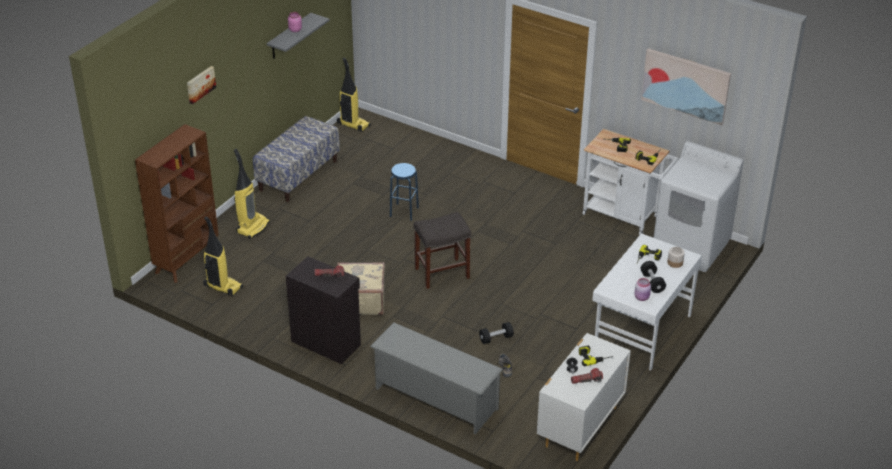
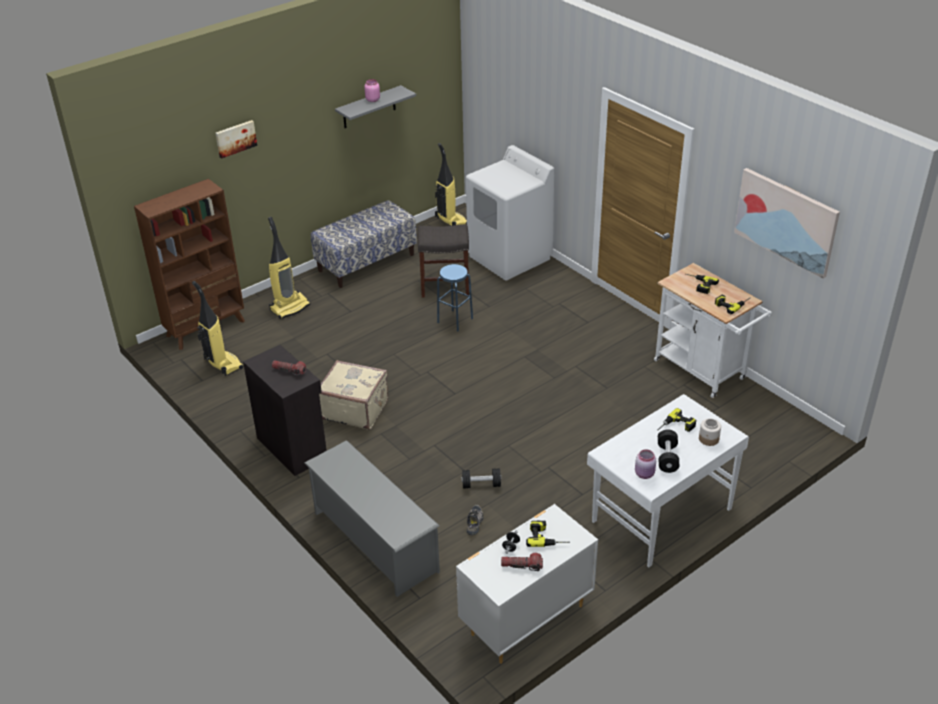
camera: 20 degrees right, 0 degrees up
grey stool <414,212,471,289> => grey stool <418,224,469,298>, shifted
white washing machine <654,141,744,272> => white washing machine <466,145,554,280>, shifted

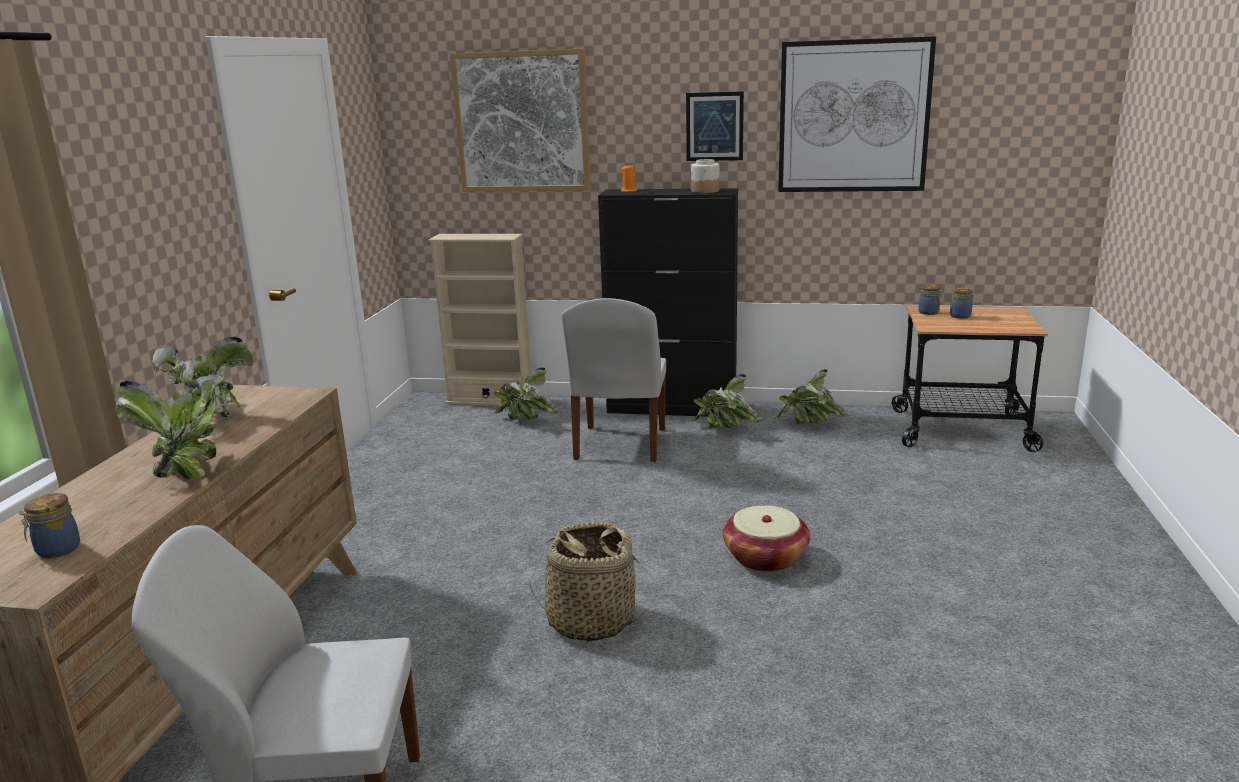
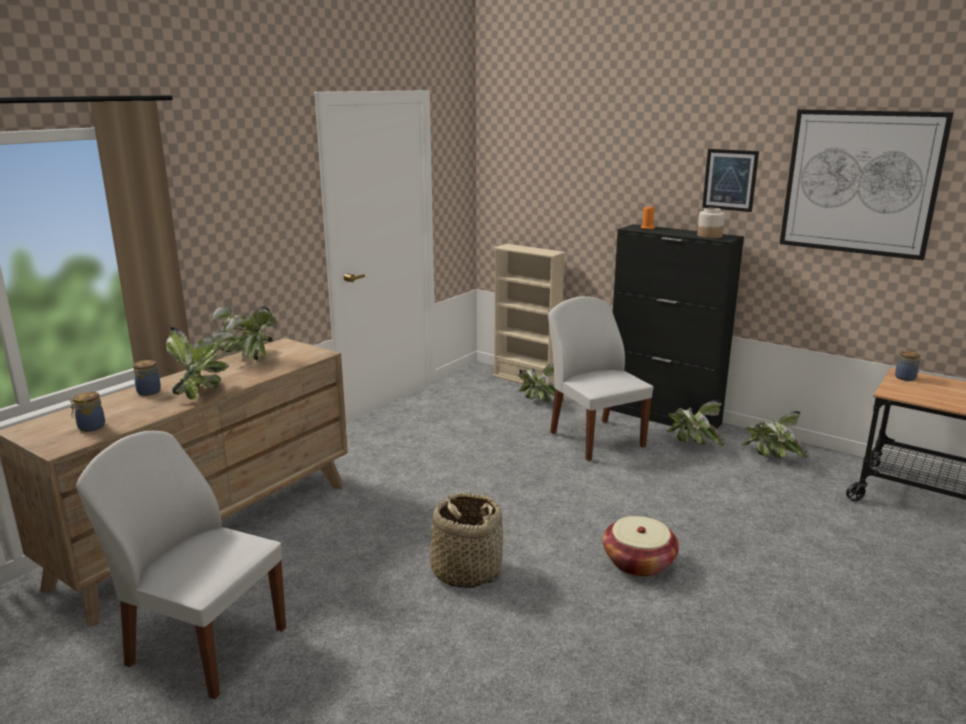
camera: 25 degrees right, 0 degrees up
picture <450,49,590,192> => nothing
jar <950,288,973,319> => jar <133,360,161,396>, shifted
white chair <562,298,666,462> => white chair <548,296,653,461>, 120 degrees clockwise

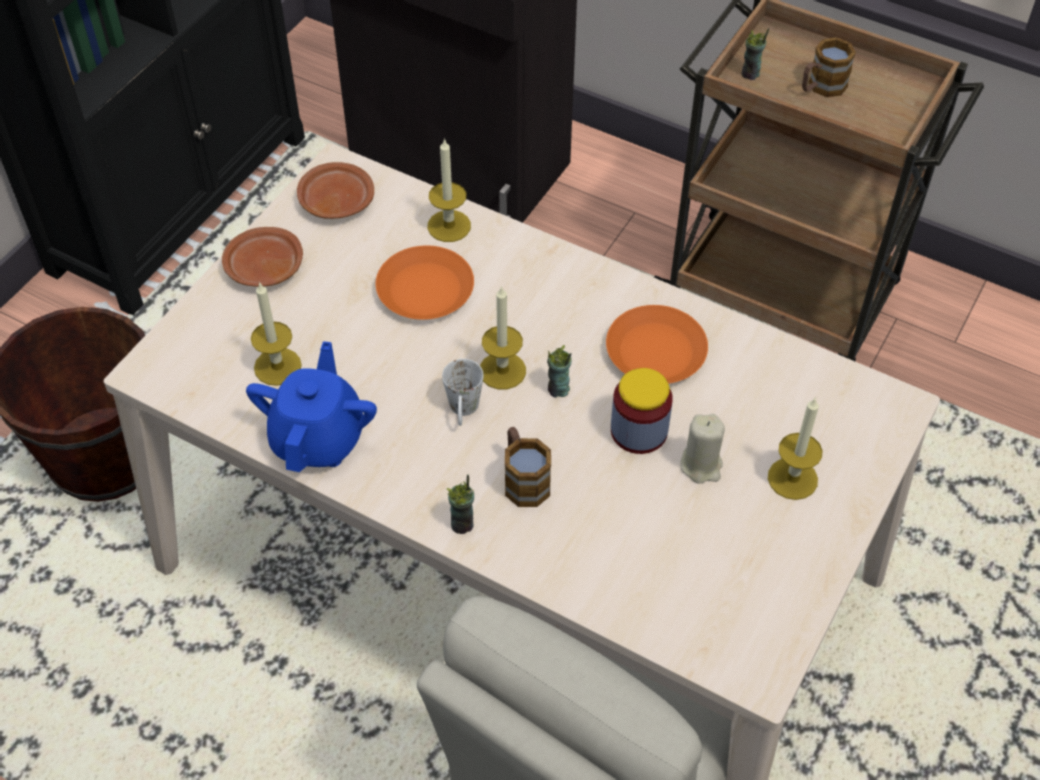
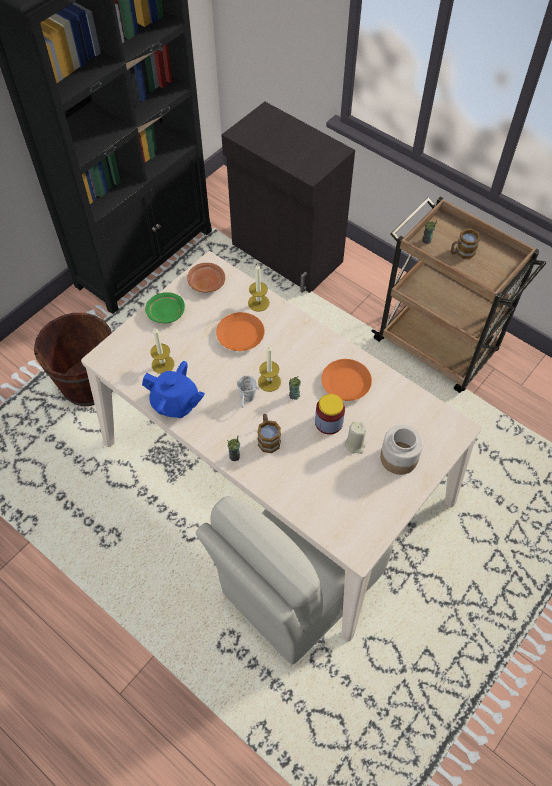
camera: 10 degrees right, 5 degrees up
candle <768,398,823,500> => jar <380,425,423,475>
brown plate <222,227,303,287> => green plate <145,292,185,323>
blue teapot <246,341,377,472> => blue teapot <142,361,205,418>, 90 degrees clockwise

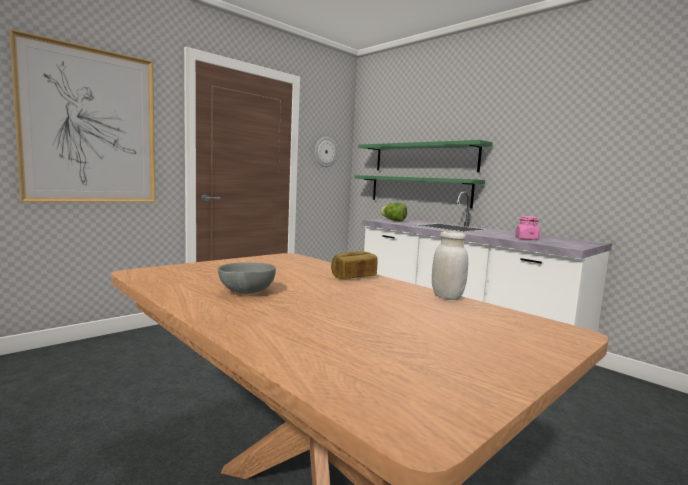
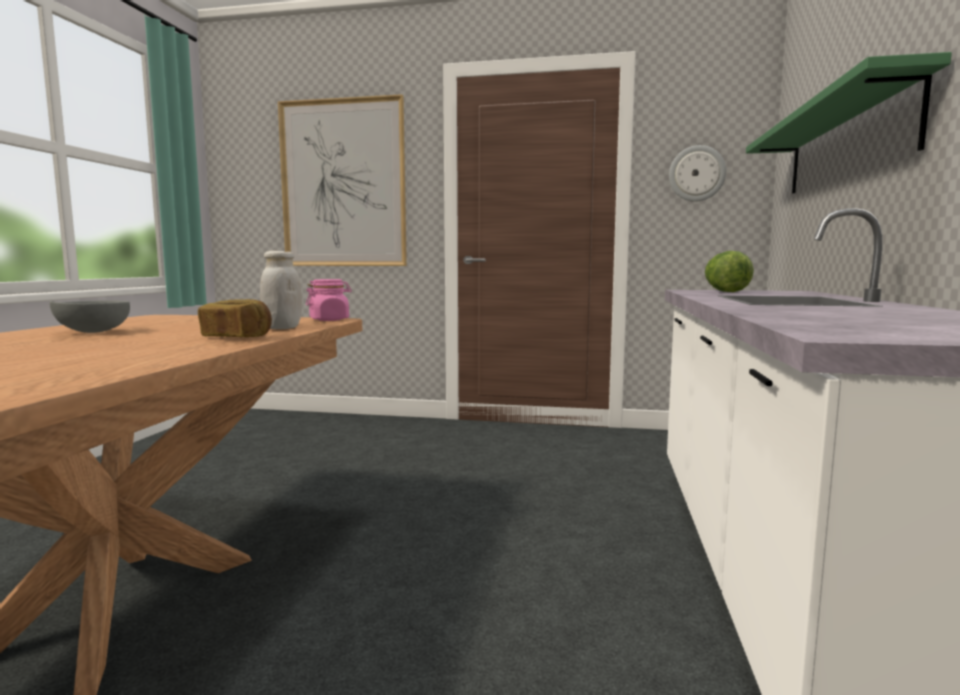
camera: 55 degrees right, 0 degrees up
green shelf <354,175,485,209> => nothing
white jar <432,231,468,300> => white jar <260,251,302,329>, shifted
pink jar <515,216,540,240> => pink jar <306,279,352,321>, shifted

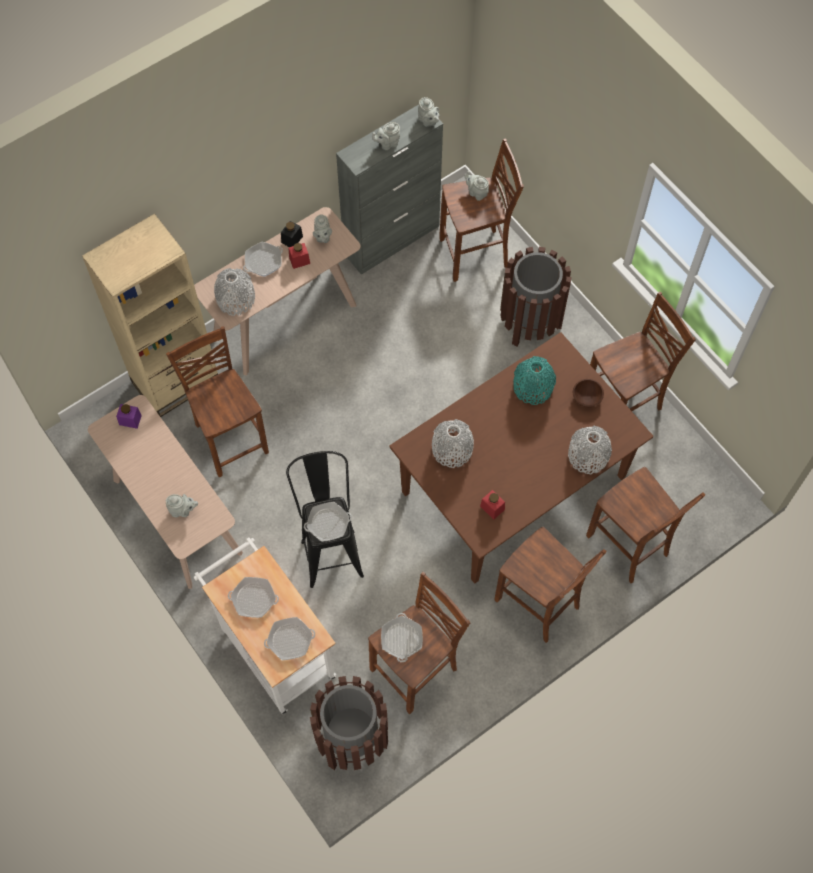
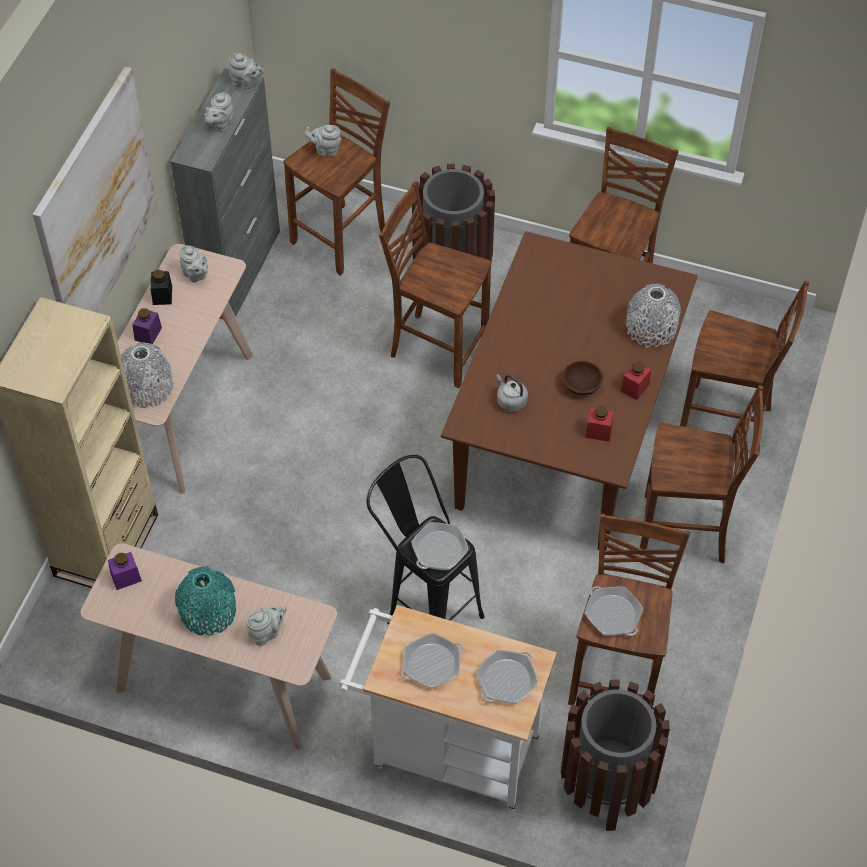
camera: 35 degrees left, 10 degrees down
nothing => picture <33,67,158,313>
brown chair <166,326,269,477> => brown chair <379,182,491,388>, shifted
red jar <289,243,310,269> => red jar <621,361,651,400>, shifted
turquoise vase <513,356,556,405> => turquoise vase <175,566,236,636>, shifted
brown bowl <573,379,604,407> => brown bowl <562,361,603,395>, shifted
frying pan <243,242,283,277> => purple jar <132,308,162,344>
grey vase <432,419,474,468> => grey kettle <496,374,528,412>

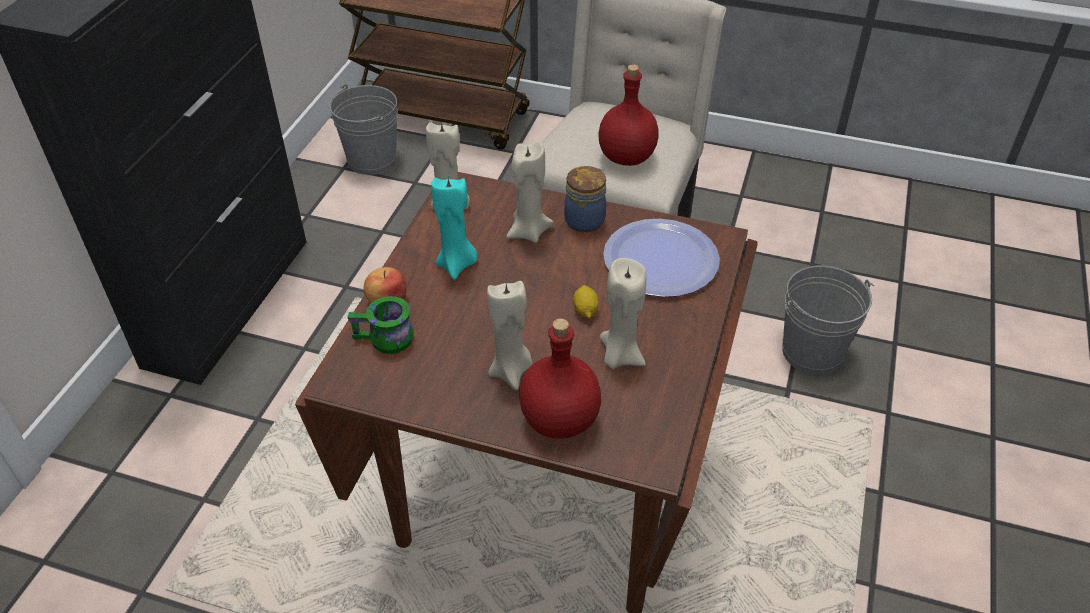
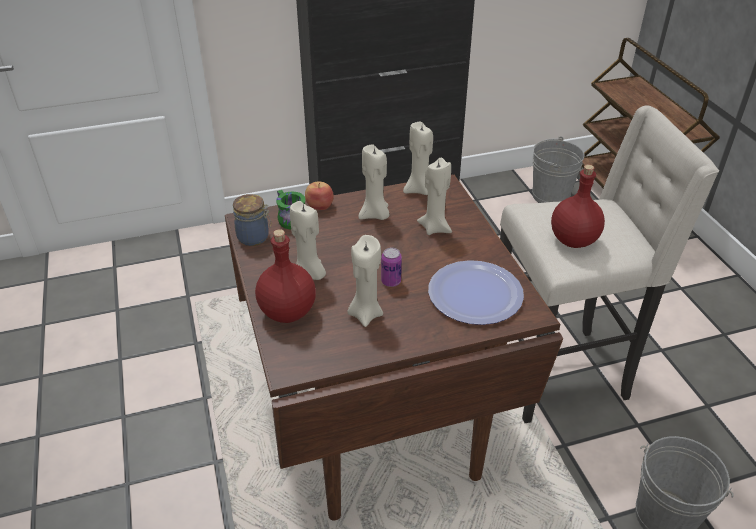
camera: 55 degrees right, 5 degrees down
jar <564,166,606,233> => jar <233,194,272,246>, shifted
lemon <573,285,598,319> => can <381,248,402,287>
turquoise candle <431,178,477,280> => beige candle <358,144,389,220>

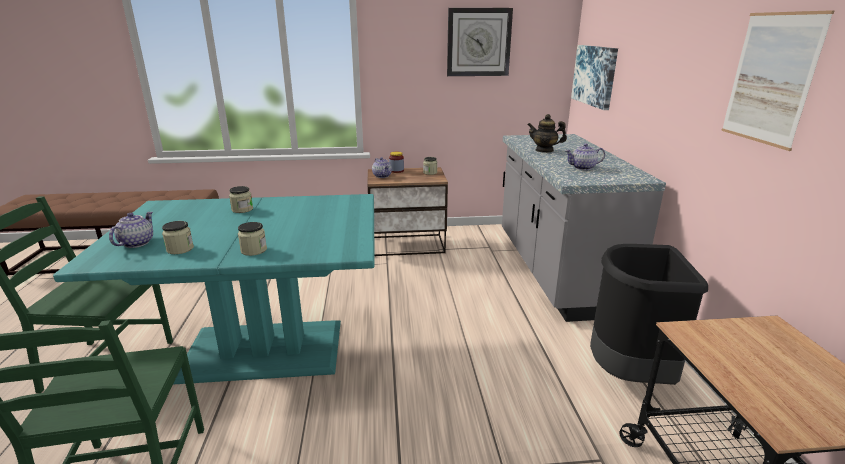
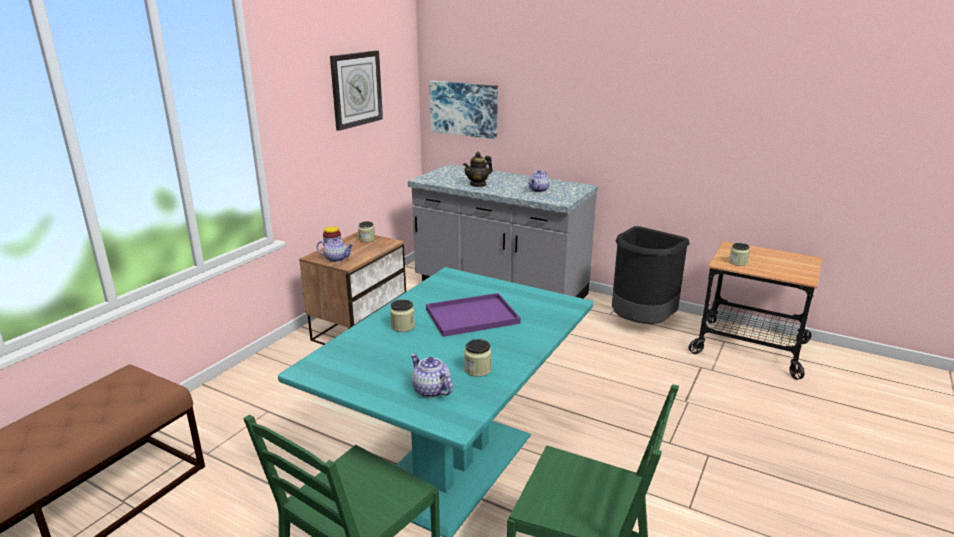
camera: 55 degrees left, 0 degrees up
picture <721,10,835,151> => nothing
nothing => purple tray <426,293,521,337>
jar <238,222,267,256> => jar <729,243,750,266>, shifted

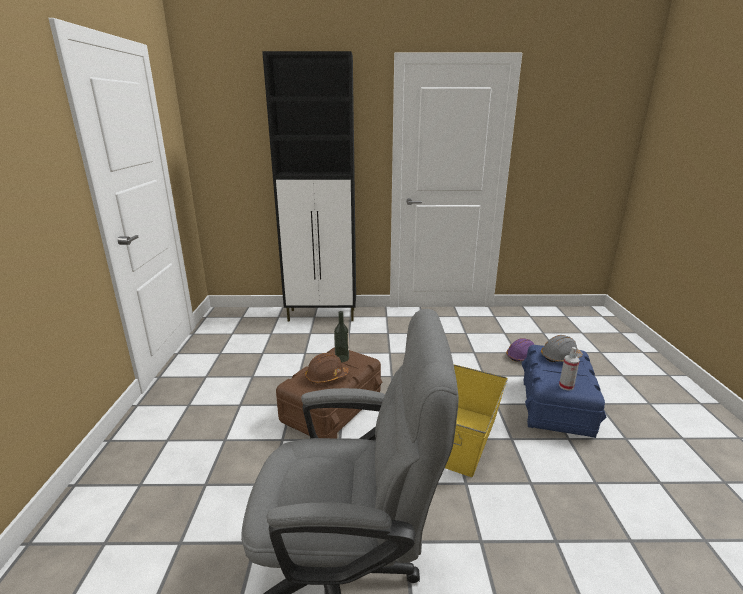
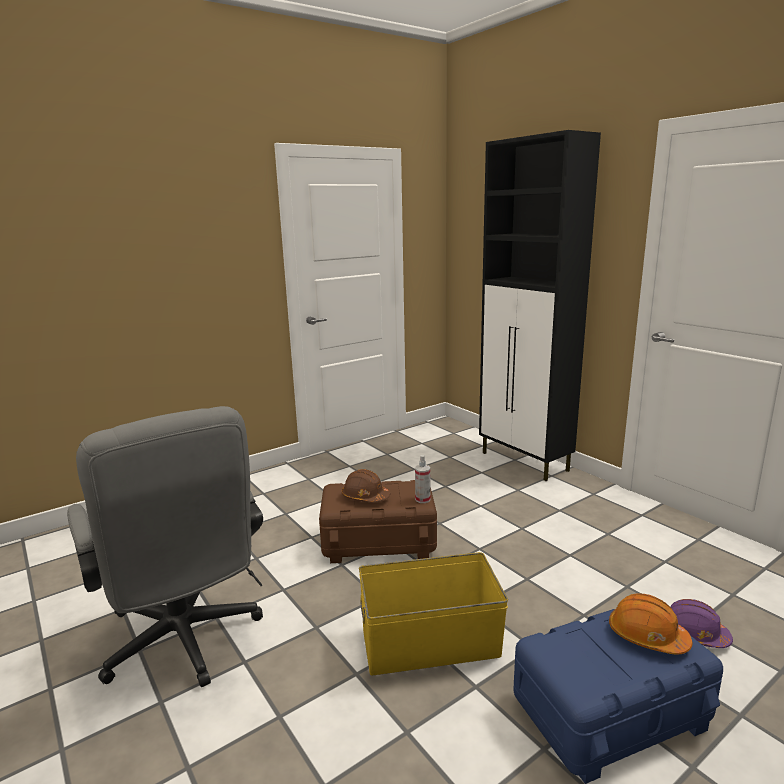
camera: 55 degrees right, 5 degrees down
bottle <334,311,349,362> => nothing
spray bottle <559,347,580,391> => spray bottle <415,455,430,503>, shifted
grey hard hat <541,335,583,362> => orange hard hat <609,593,693,654>

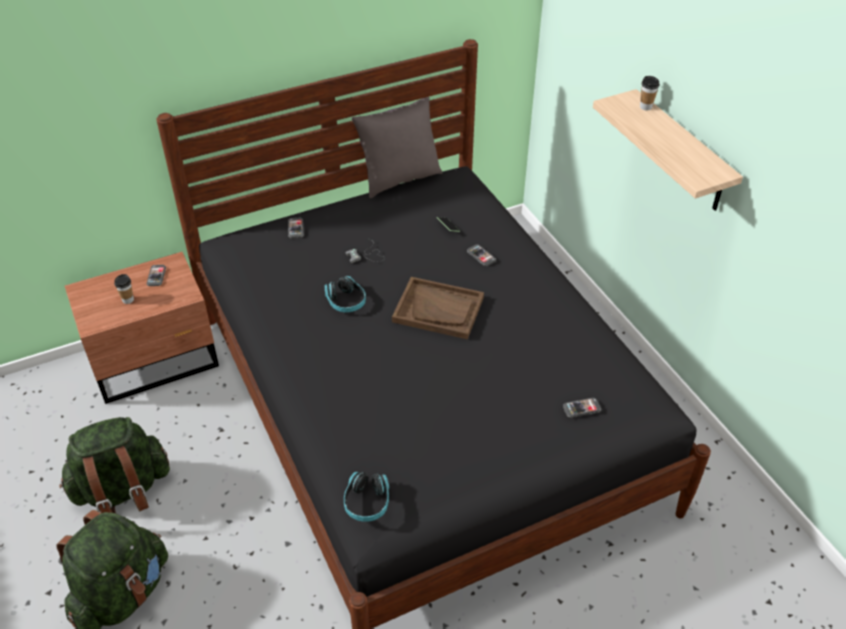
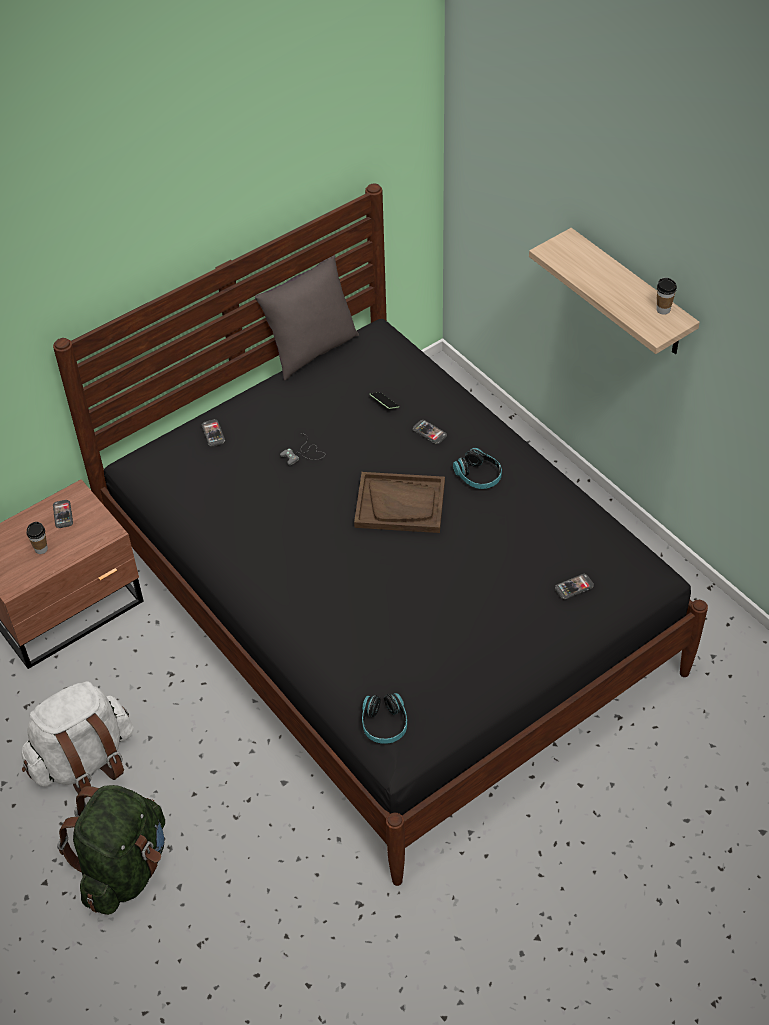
camera: 10 degrees left, 5 degrees up
headphones <324,276,366,313> => headphones <453,448,502,489>, shifted
cup <640,76,659,111> => cup <656,278,677,315>, shifted
green backpack <59,417,170,513> => white backpack <22,681,134,798>

